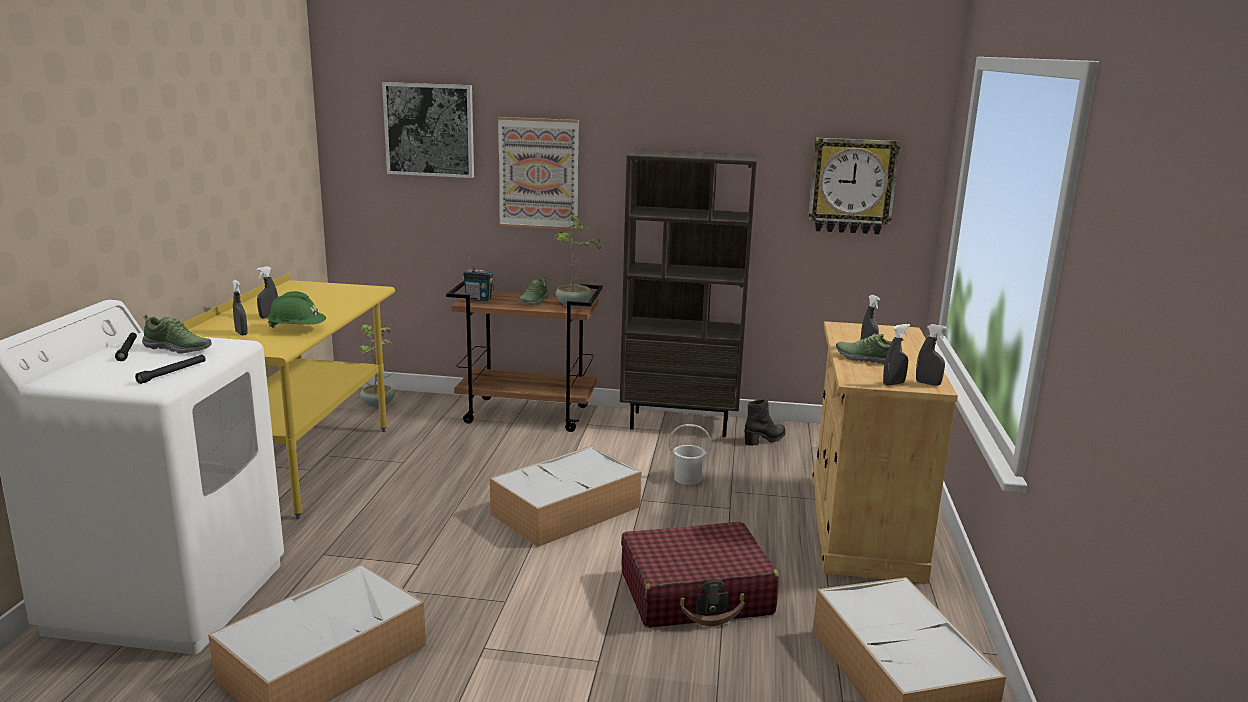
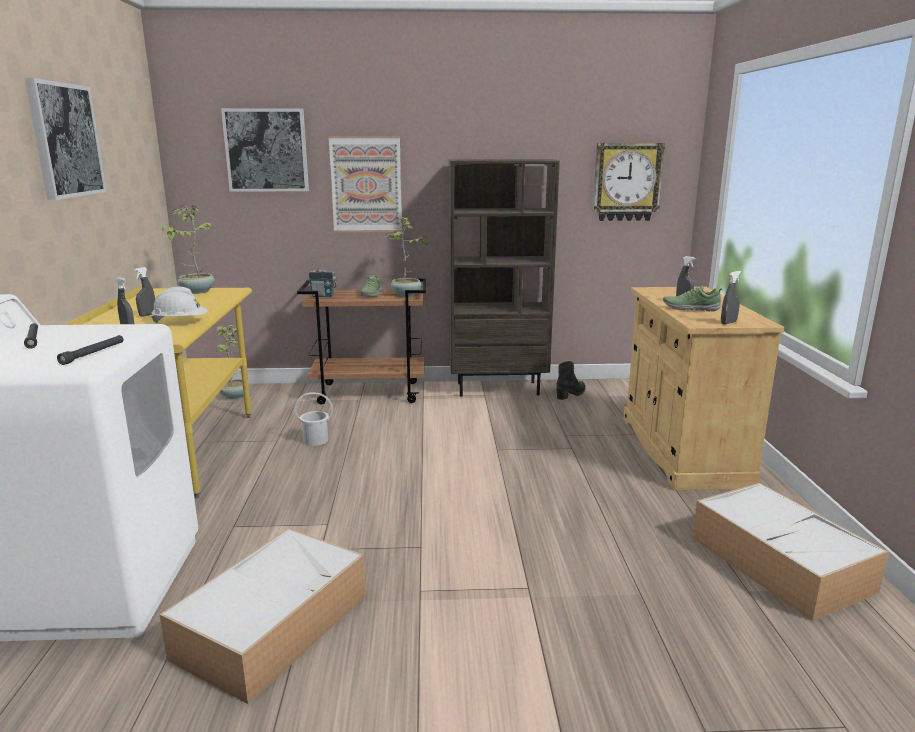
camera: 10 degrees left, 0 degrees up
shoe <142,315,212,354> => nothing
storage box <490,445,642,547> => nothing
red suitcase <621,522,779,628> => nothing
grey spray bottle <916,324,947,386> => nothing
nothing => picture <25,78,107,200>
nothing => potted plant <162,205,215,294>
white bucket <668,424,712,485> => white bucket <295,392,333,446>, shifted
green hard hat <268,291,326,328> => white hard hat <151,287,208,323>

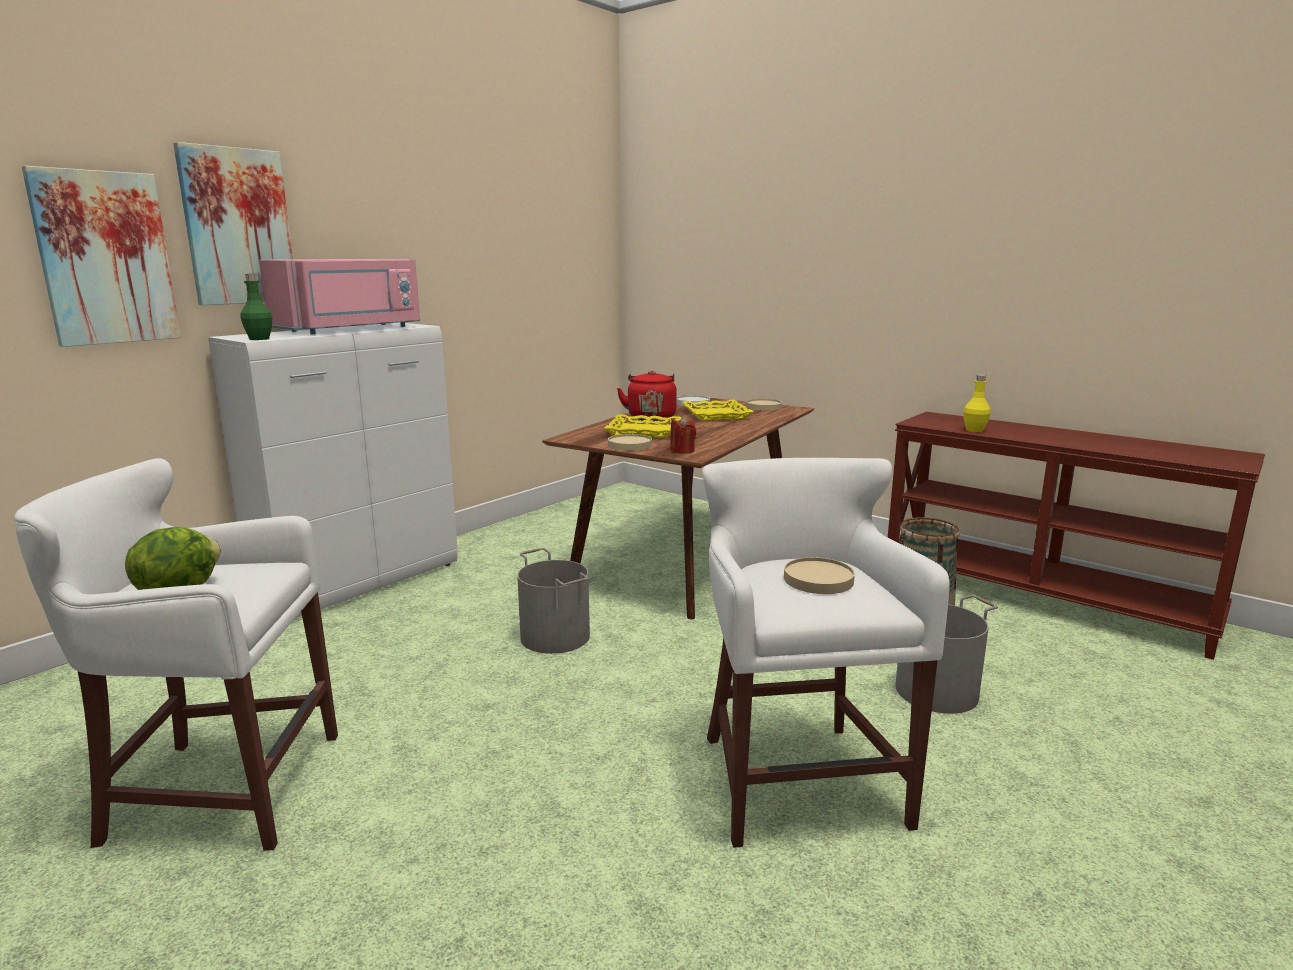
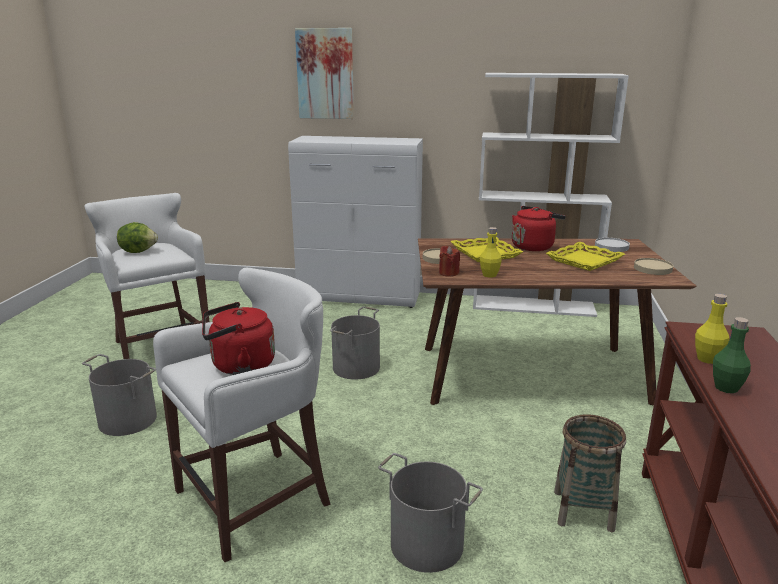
camera: 60 degrees right, 5 degrees up
picture <22,166,181,347> => nothing
pink microwave <259,259,420,334> => nothing
nothing => grey bucket <82,354,157,436>
nothing => white bookcase <473,73,629,317>
nothing => yellow bottle <480,227,502,278>
green bottle <240,274,272,340> => green bottle <713,317,751,393>, shifted
beige plate <784,557,855,594> => red kettle <202,302,275,375>

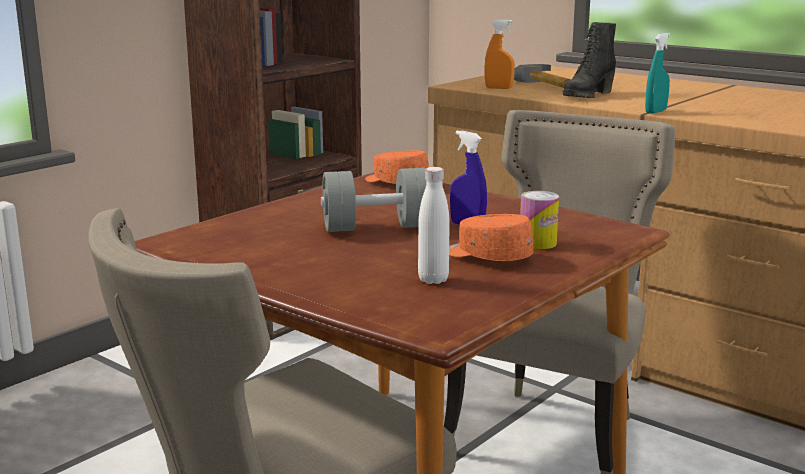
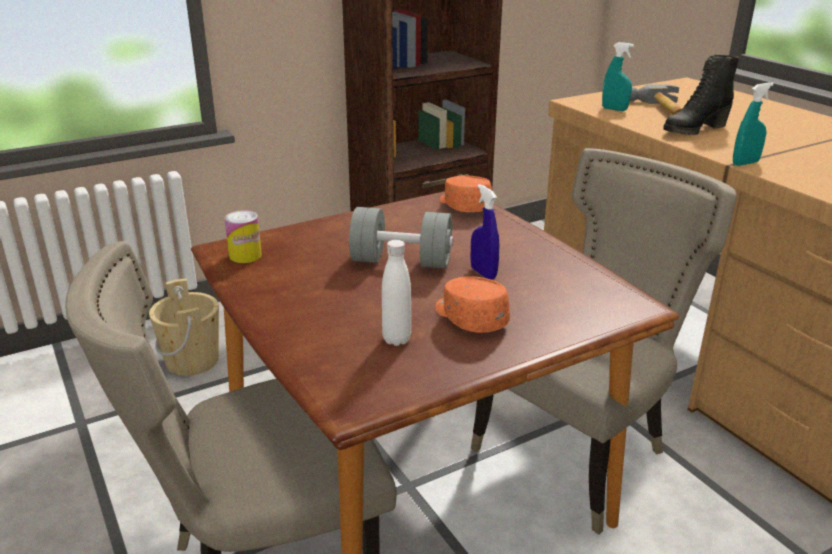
camera: 20 degrees right, 10 degrees up
nothing => beige bucket <149,279,219,376>
can <520,191,559,249> => can <224,210,262,263>, shifted
orange spray bottle <485,20,515,89> => turquoise spray bottle <602,42,634,111>

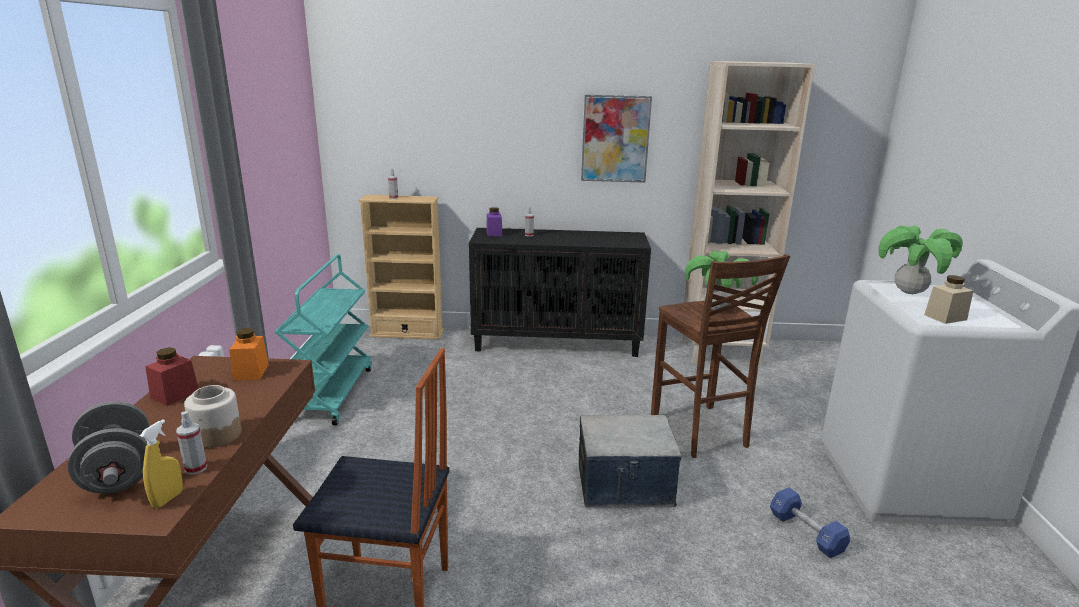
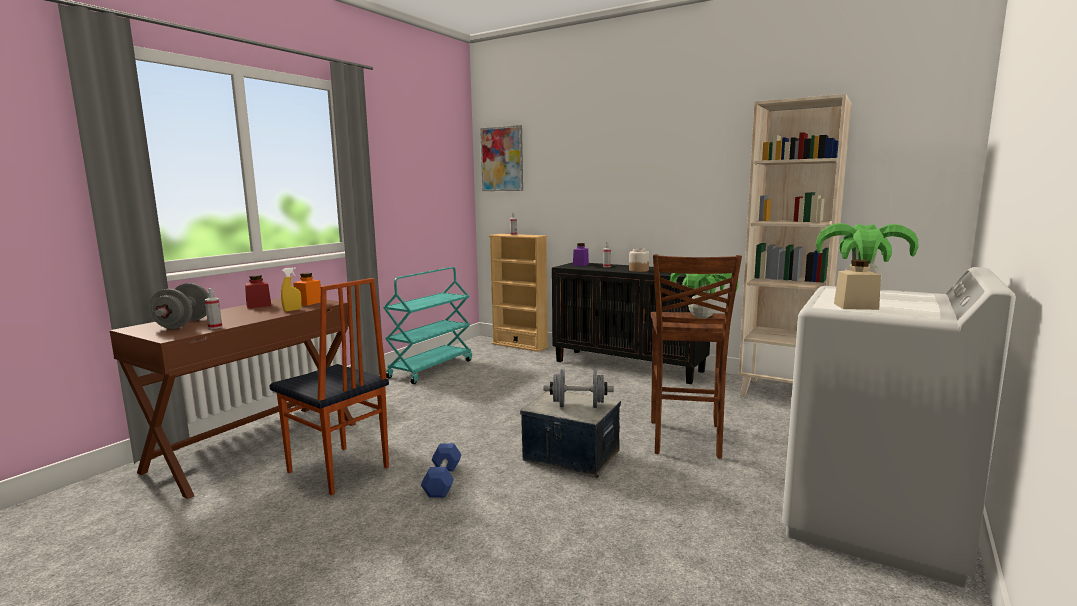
camera: 30 degrees right, 10 degrees down
nothing => grey dumbbell <544,369,614,408>
yellow spray bottle <140,419,183,508> => yellow spray bottle <281,267,302,312>, shifted
jar <184,385,242,448> => jar <629,248,649,272>, shifted
picture <581,95,652,183> => picture <480,125,523,191>, shifted
blue dumbbell <770,488,850,558> => blue dumbbell <421,443,461,498>, shifted

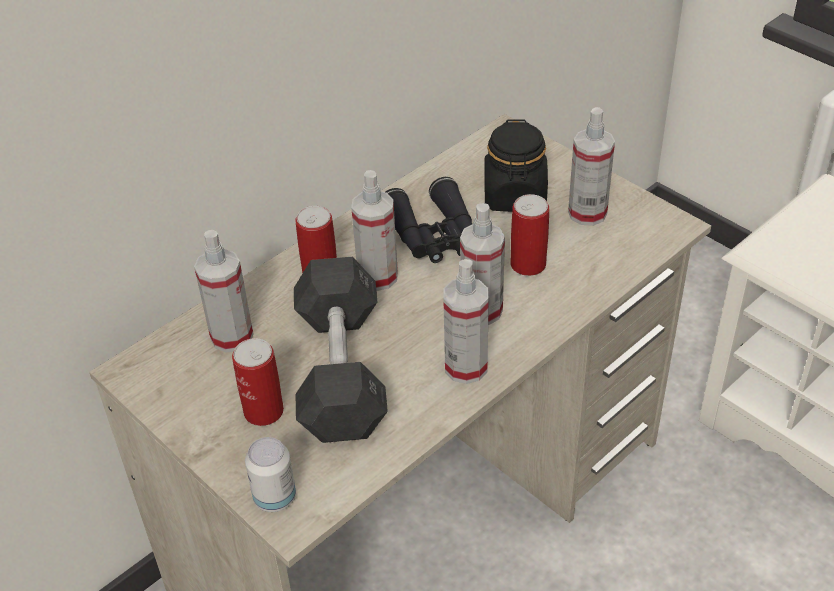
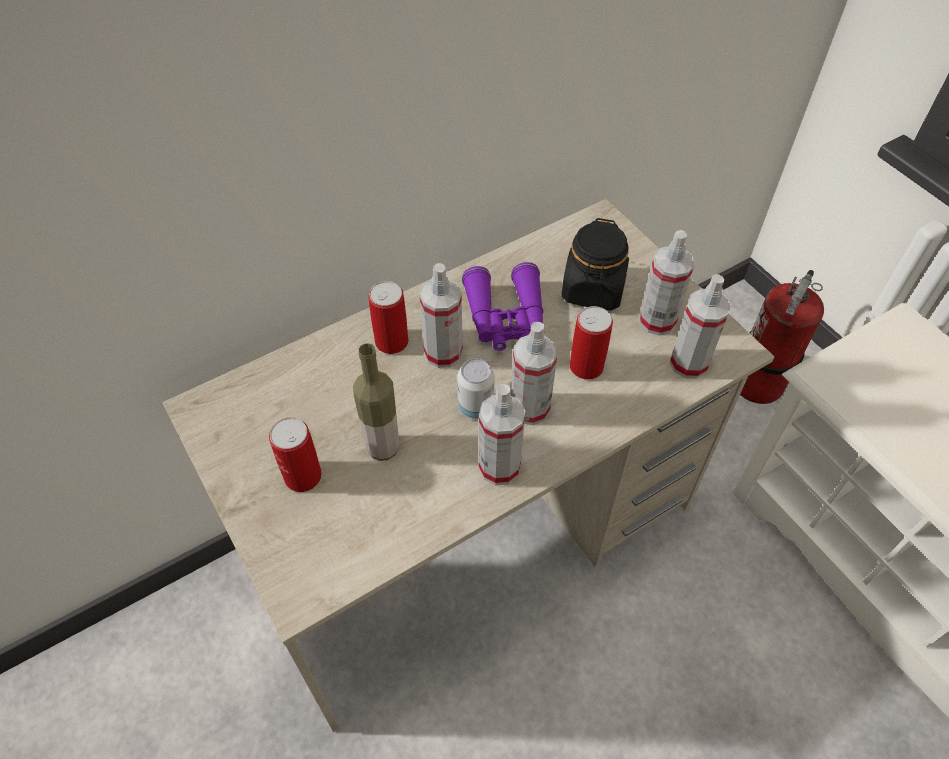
camera: 10 degrees right, 10 degrees up
nothing => fire extinguisher <740,270,824,404>
spray bottle <194,230,253,353> => spray bottle <670,274,731,379>, shifted
can <245,437,296,512> => can <457,358,495,419>, shifted
grey dumbbell <294,257,388,443> => bottle <353,343,399,461>
black binoculars <386,177,472,263> => purple binoculars <462,262,543,351>

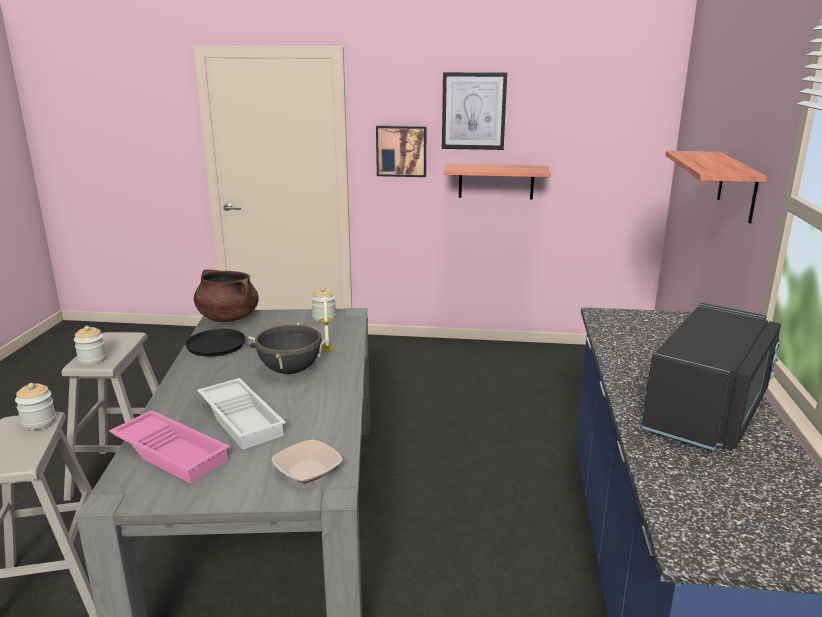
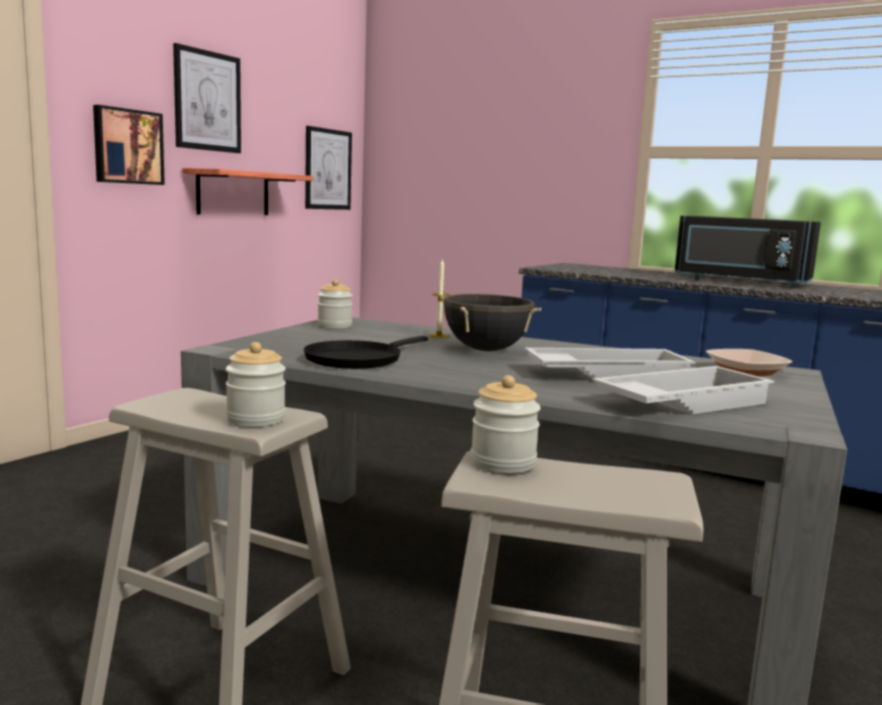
camera: 65 degrees left, 10 degrees down
brown cooking pot <194,269,259,322> => nothing
shelf <665,151,767,223> => nothing
nothing => picture <305,126,352,210>
pink tray <109,410,230,484> => white tray <592,366,774,414>
black microwave <642,303,781,450> => black microwave <675,216,821,287>, 150 degrees clockwise

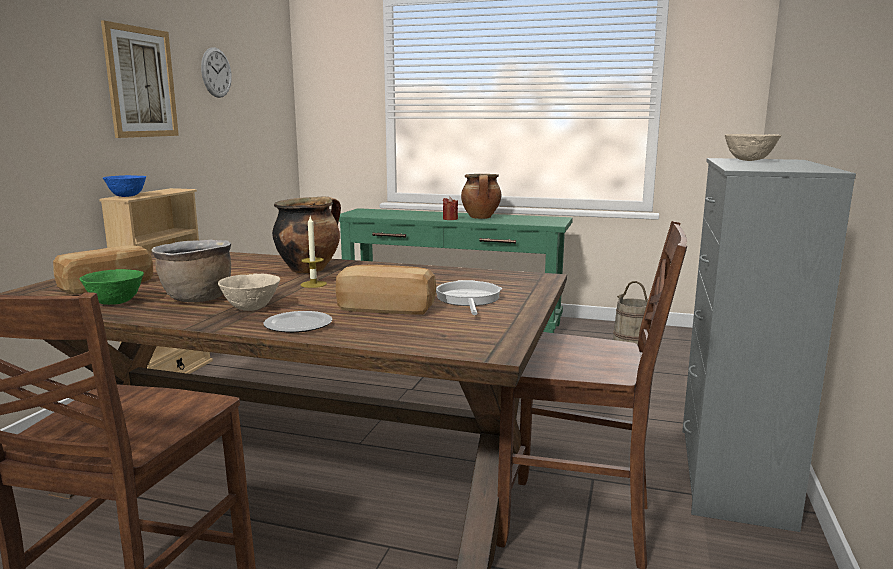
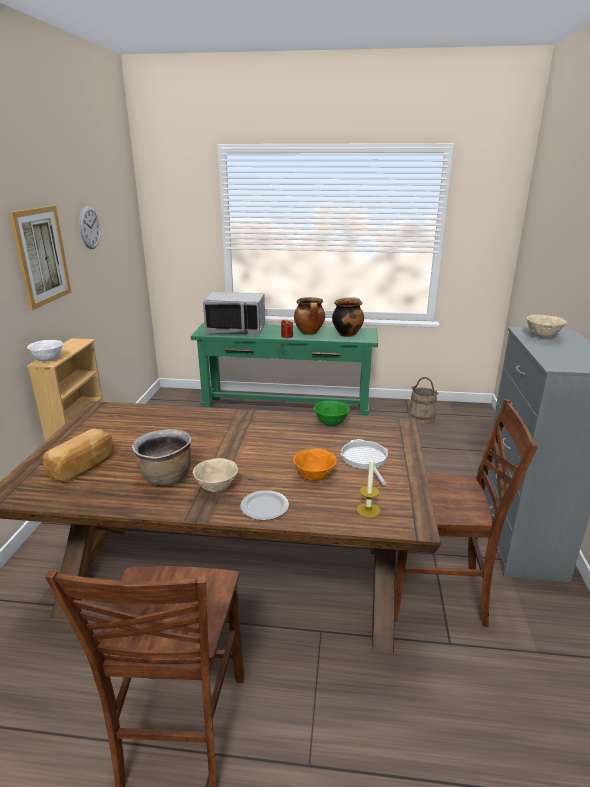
camera: 10 degrees left, 10 degrees up
nothing => grey microwave <203,292,265,335>
green bowl <79,269,144,305> => green bowl <314,401,350,426>, shifted
cooking pot <272,197,341,273> => cooking pot <332,297,364,337>, shifted
candle <301,217,327,288> => candle <357,457,380,518>, shifted
bread <335,265,436,315> => orange bowl <293,449,337,481>
blue bowl <103,175,146,197> => white bowl <27,340,63,362>

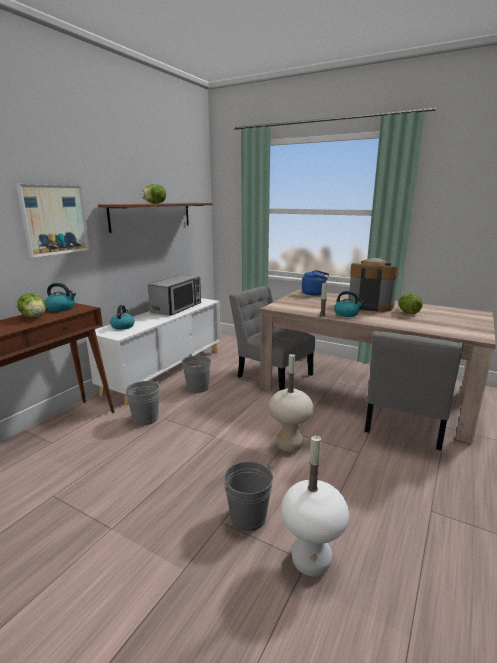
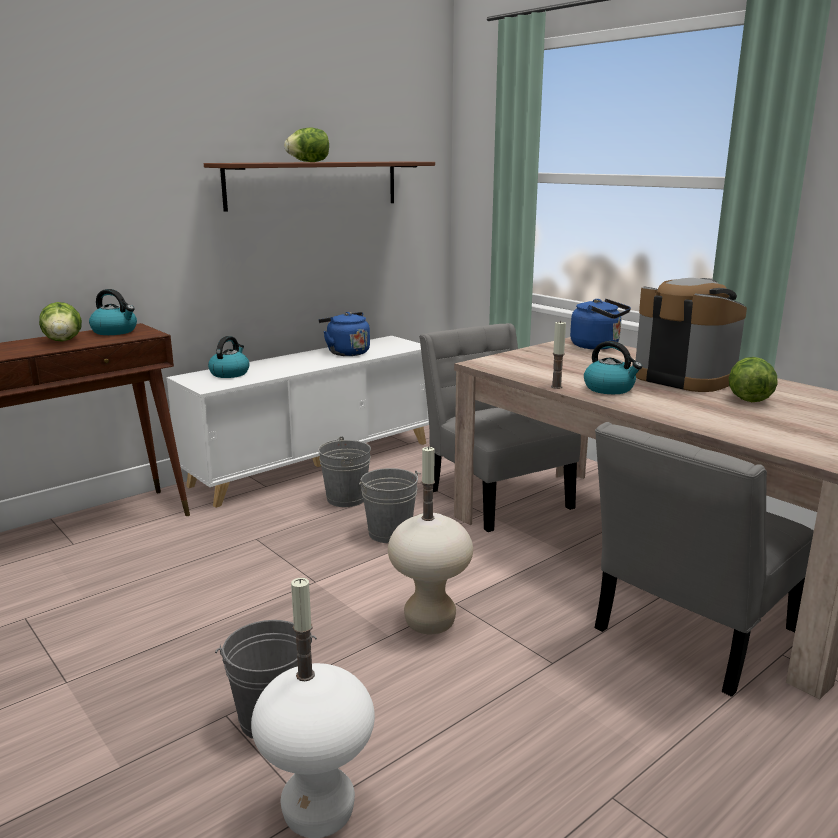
camera: 20 degrees right, 0 degrees up
picture <16,184,90,258> => nothing
grey bucket <125,381,160,425> => grey bucket <359,468,421,543>, shifted
microwave <148,275,201,316> => blue kettle <318,312,370,356>

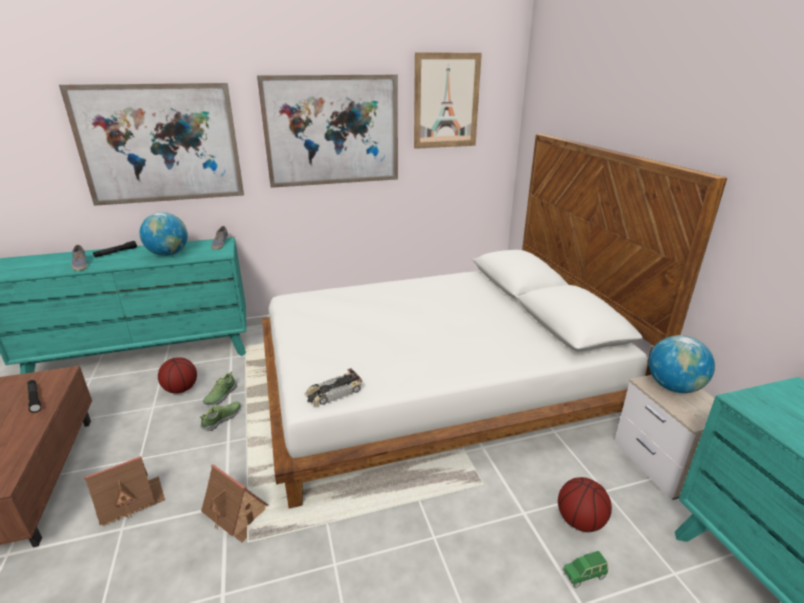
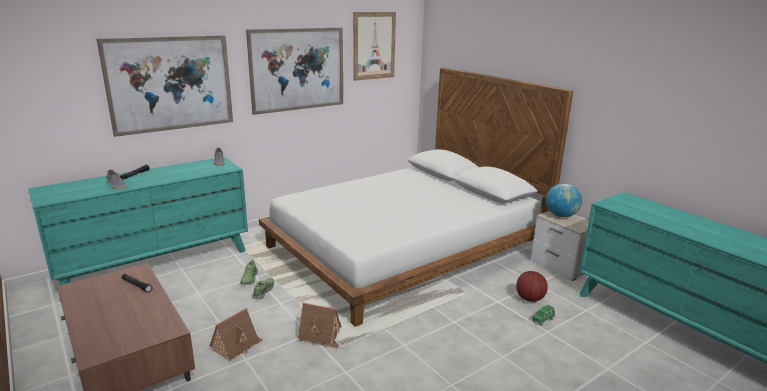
camera: 20 degrees left, 5 degrees down
globe <140,212,188,256> => nothing
basketball <158,357,197,393> => nothing
toy car <305,368,362,406> => nothing

